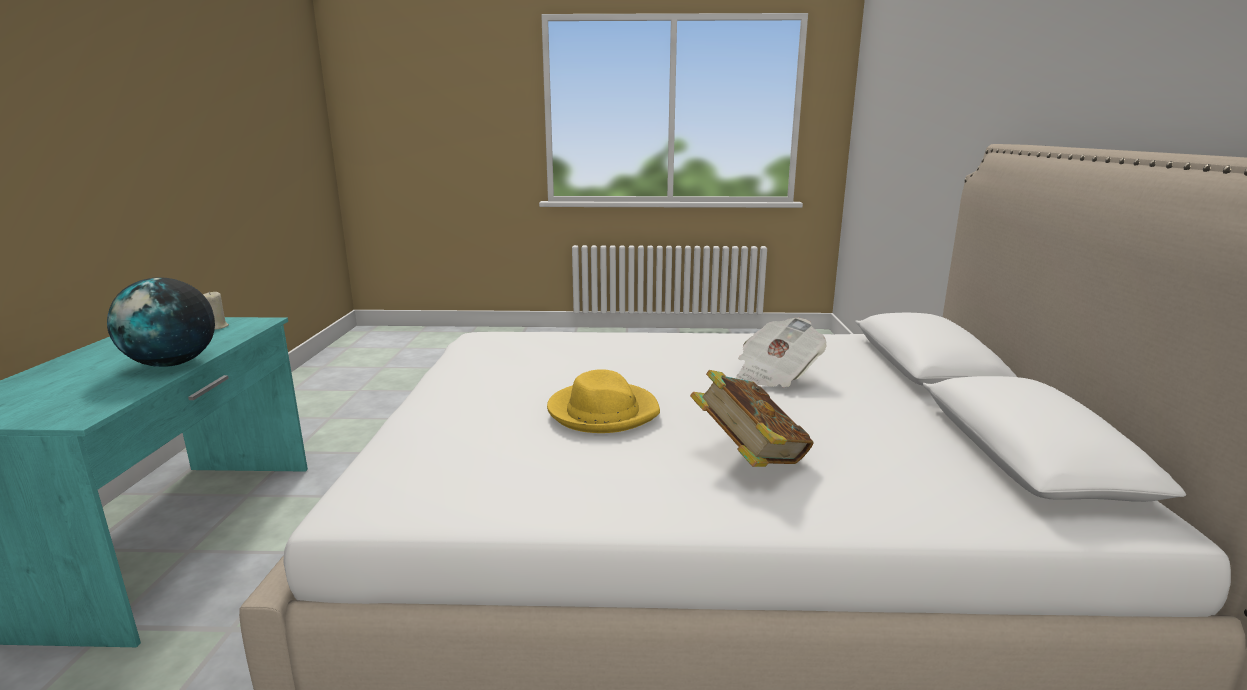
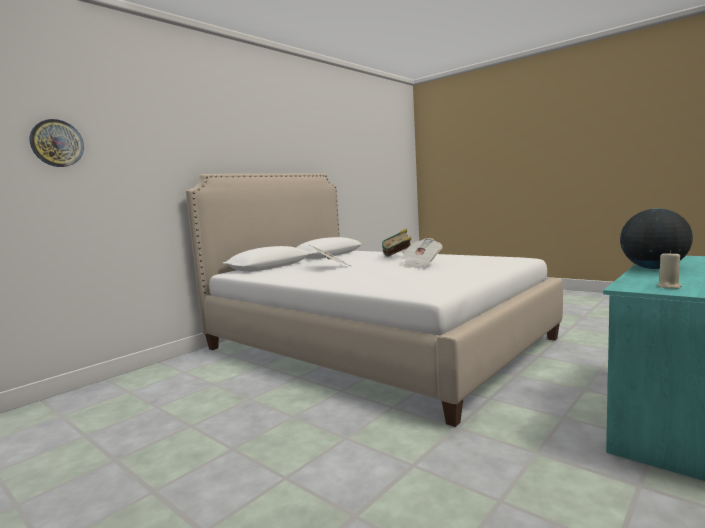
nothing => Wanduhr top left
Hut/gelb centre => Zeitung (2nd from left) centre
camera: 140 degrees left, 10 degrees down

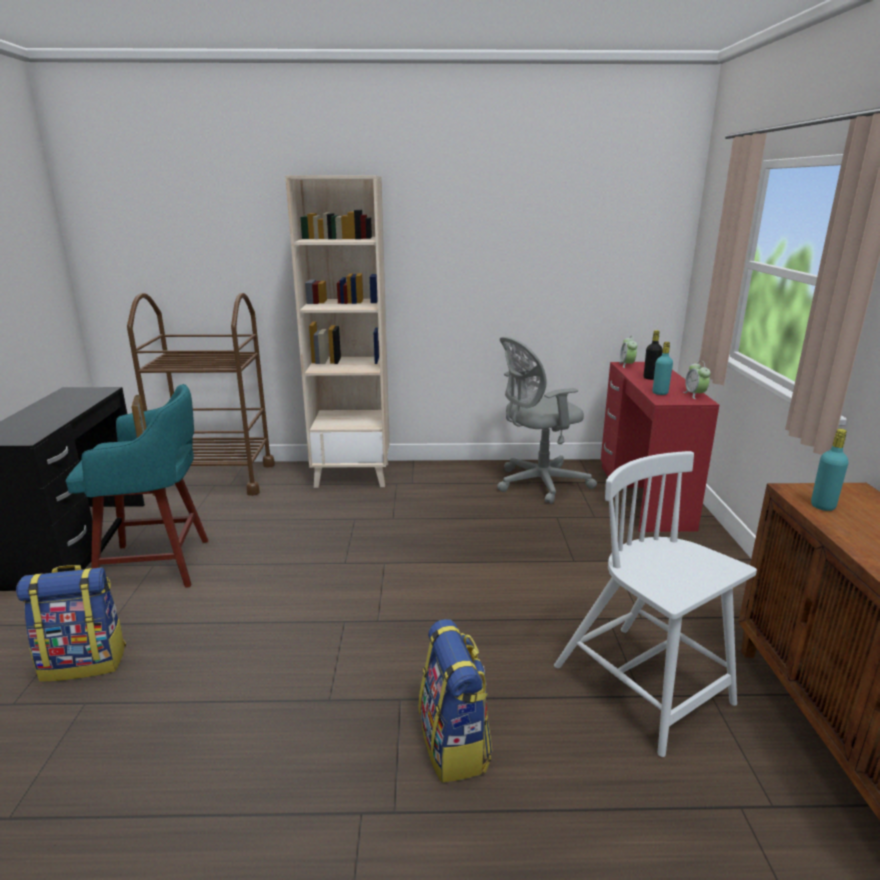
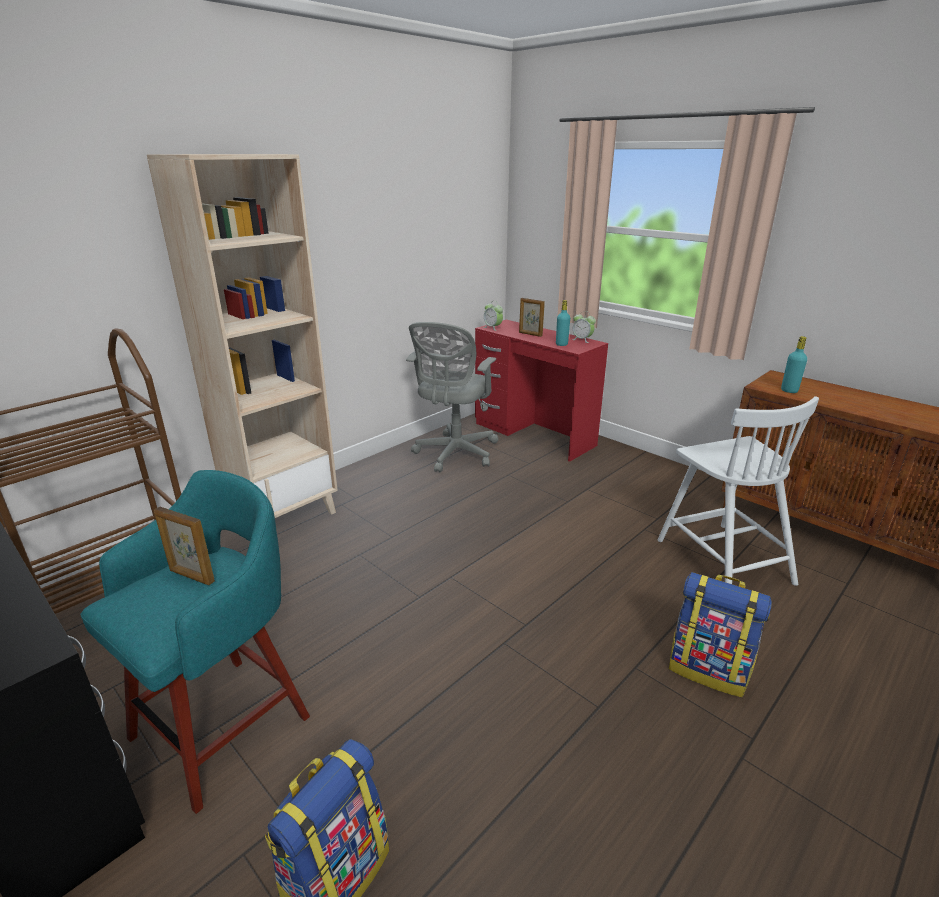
Flasche/schwarz middle right => Bilderrahmen (2nd from left) centre
Stuhl/weiß bottom right => Stuhl/weiß middle right, 120 degrees counterclockwise
camera: 45 degrees left, 5 degrees up

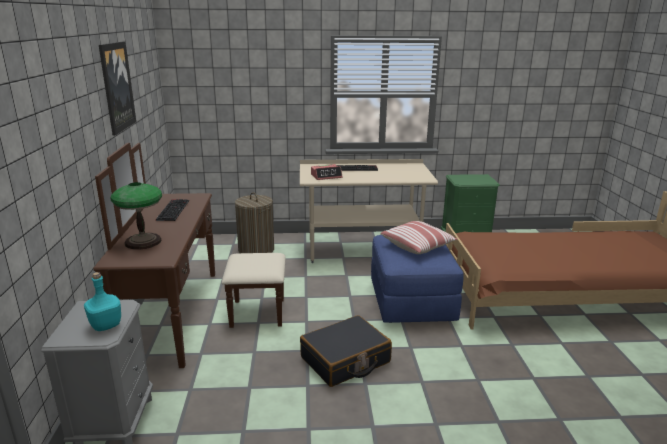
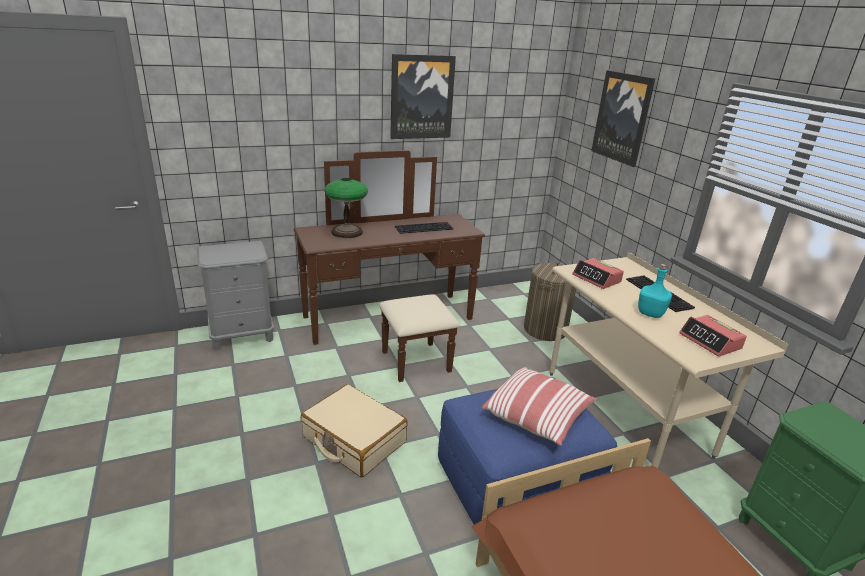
nothing => Bild (2nd from left) top right
nothing => Wecker (2nd from left) middle right
Flasche/türkis bottom left => Flasche/türkis middle right, moved
Koffer/schwarz bottom centre => Koffer/beige bottom centre
camera: 70 degrees right, 5 degrees up

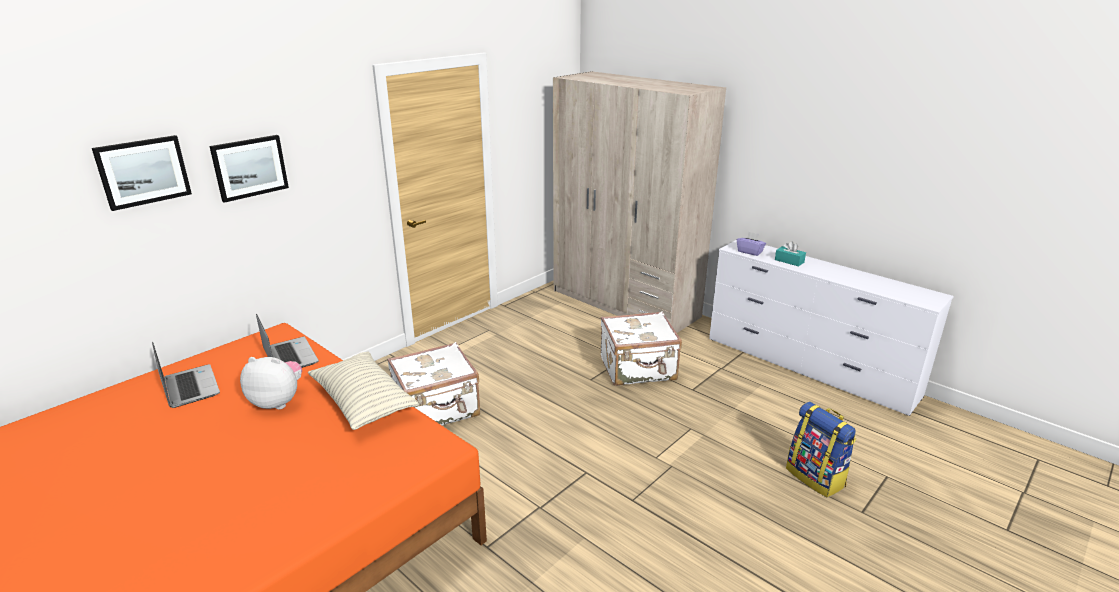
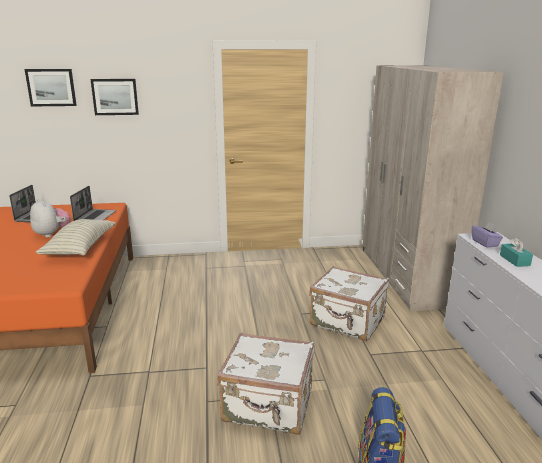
Koffer/weiß (1st from left) centre => Koffer/weiß (1st from left) bottom centre, moved
camera: 40 degrees right, 5 degrees down

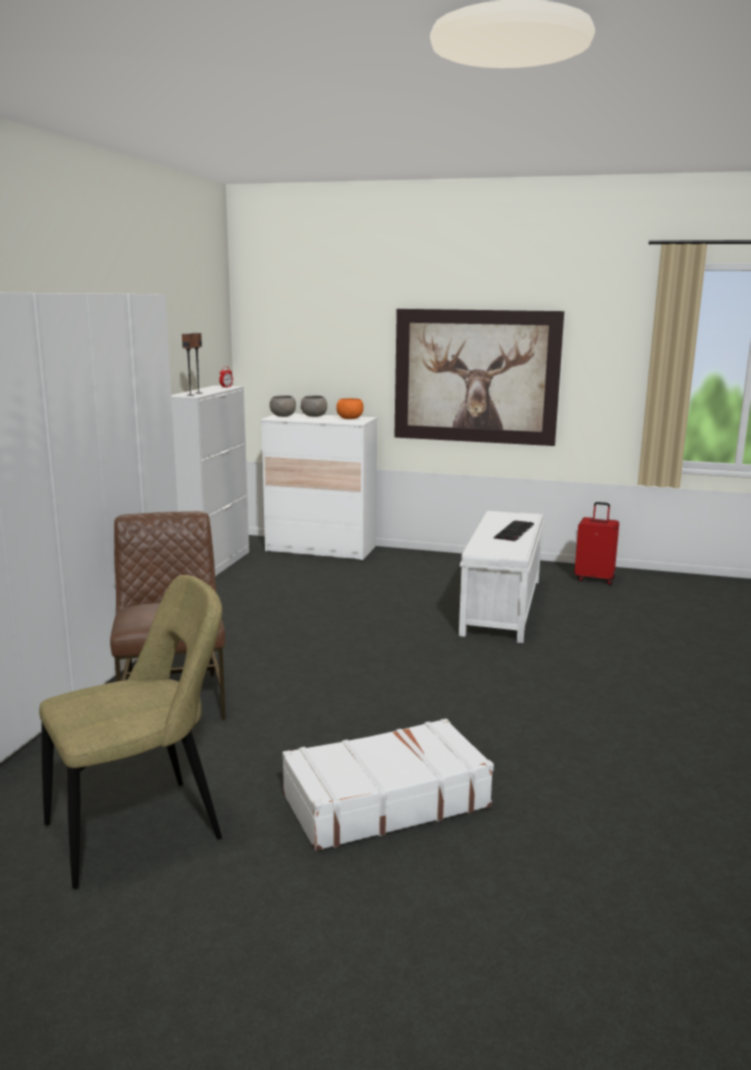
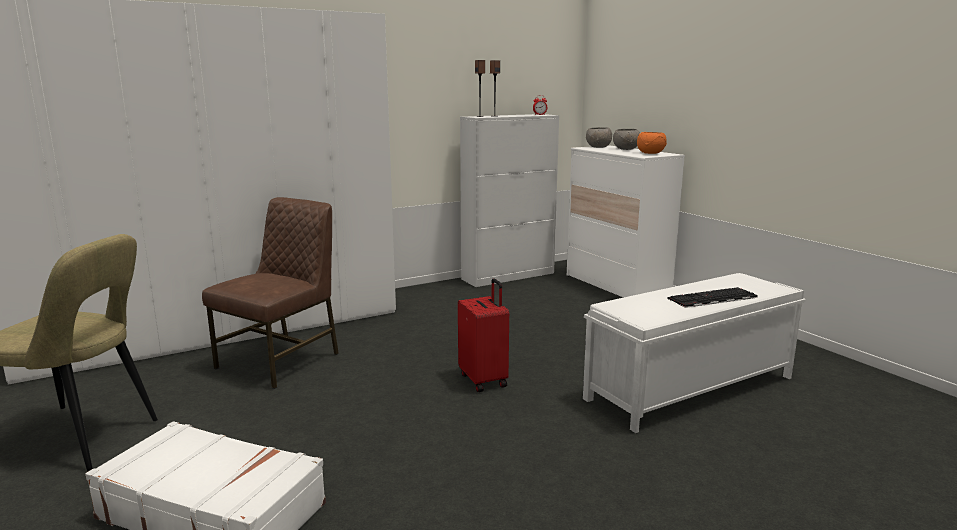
Bild centre => nothing
Koffer/rot middle right => Koffer/rot centre, moved
camera: 45 degrees right, 0 degrees up

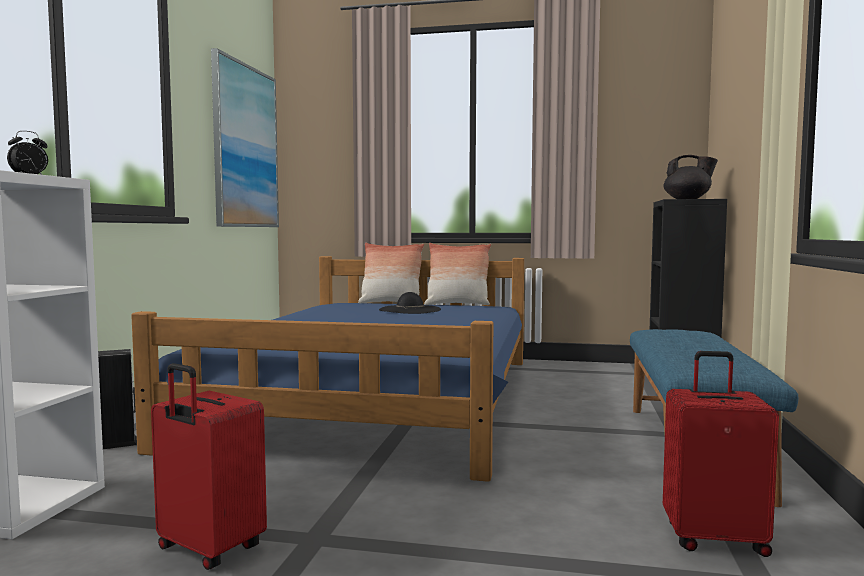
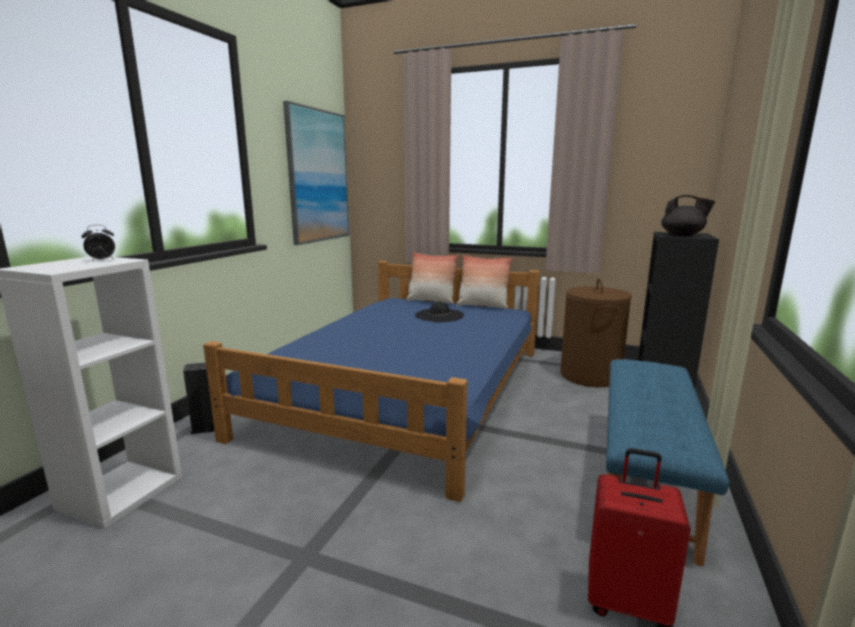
Koffer/rot (1st from left) bottom left => nothing
nothing => Wäschekorb/braun middle right
camera: 10 degrees right, 10 degrees up

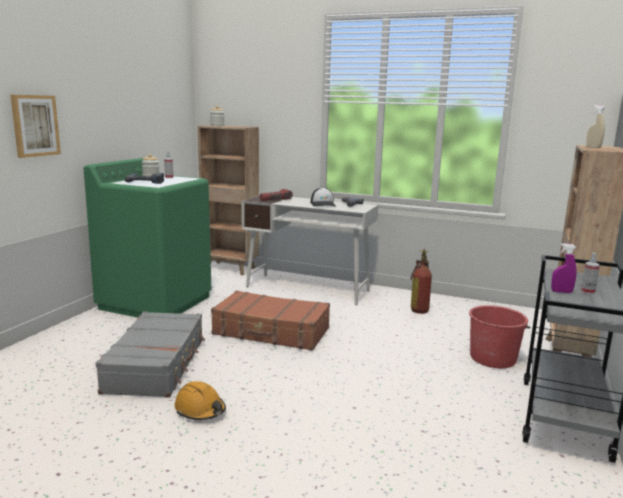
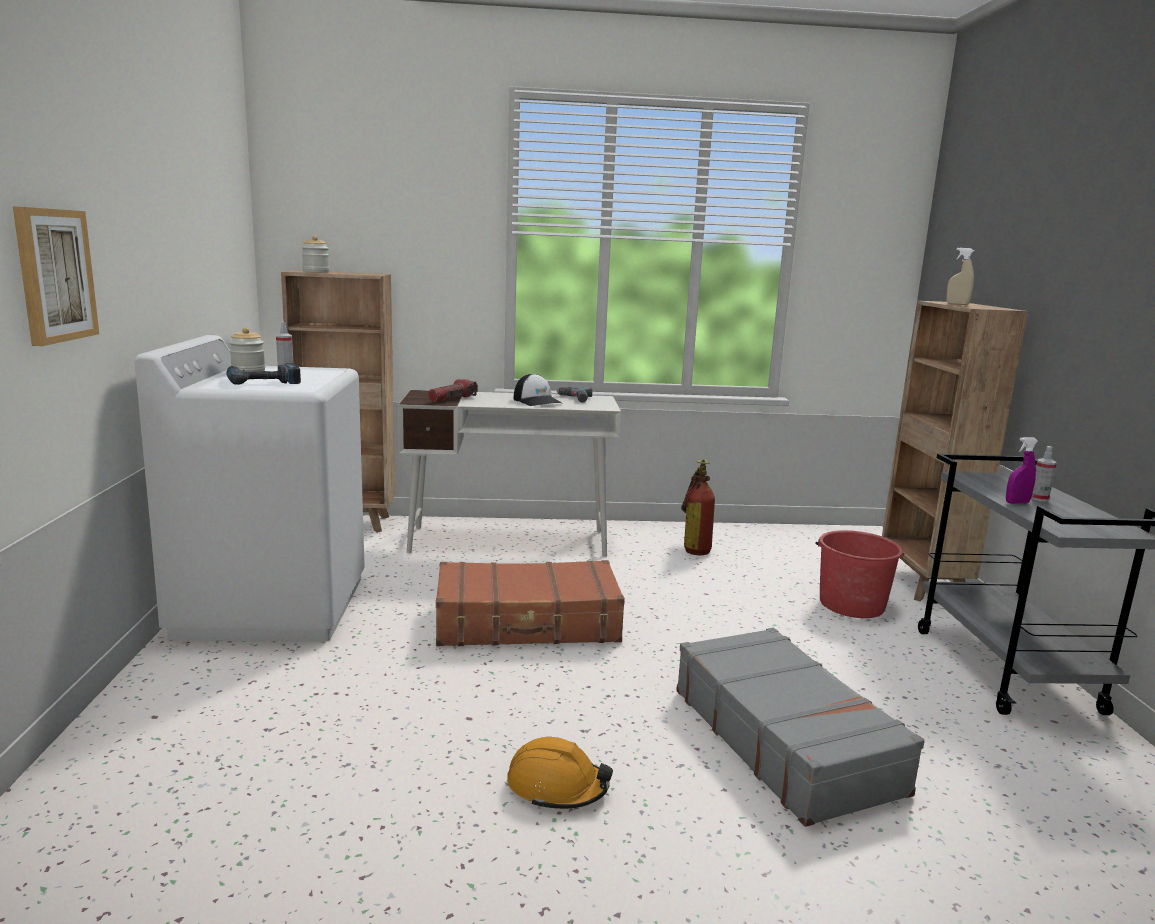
Koffer/grau bottom left => Koffer/grau bottom right, moved
Waschmaschine/grün middle left => Waschmaschine/weiß middle left
camera: 25 degrees left, 0 degrees up

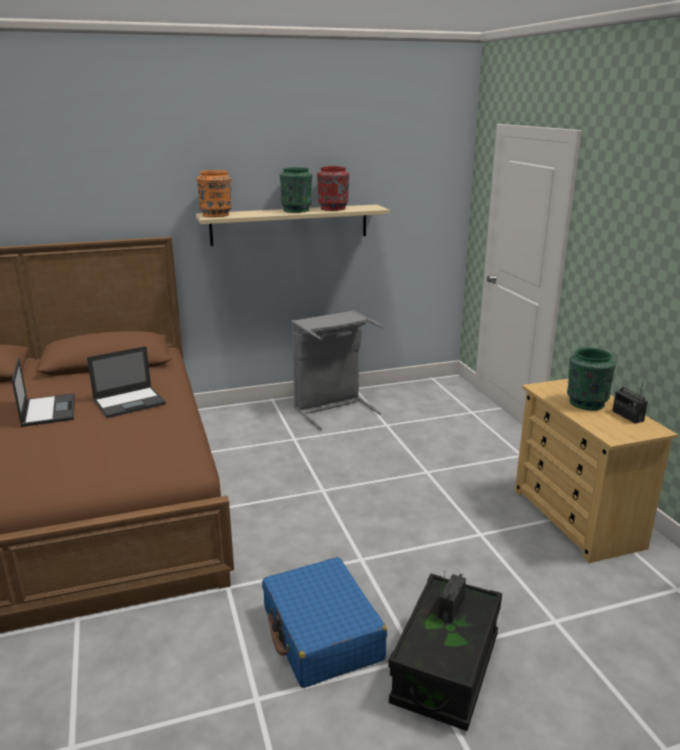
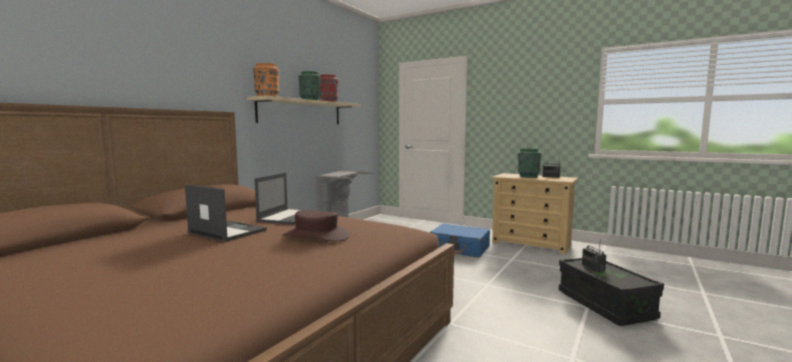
nothing => Hut/braun centre
Koffer/blau bottom centre => Koffer/blau centre, moved
camera: 40 degrees left, 15 degrees down

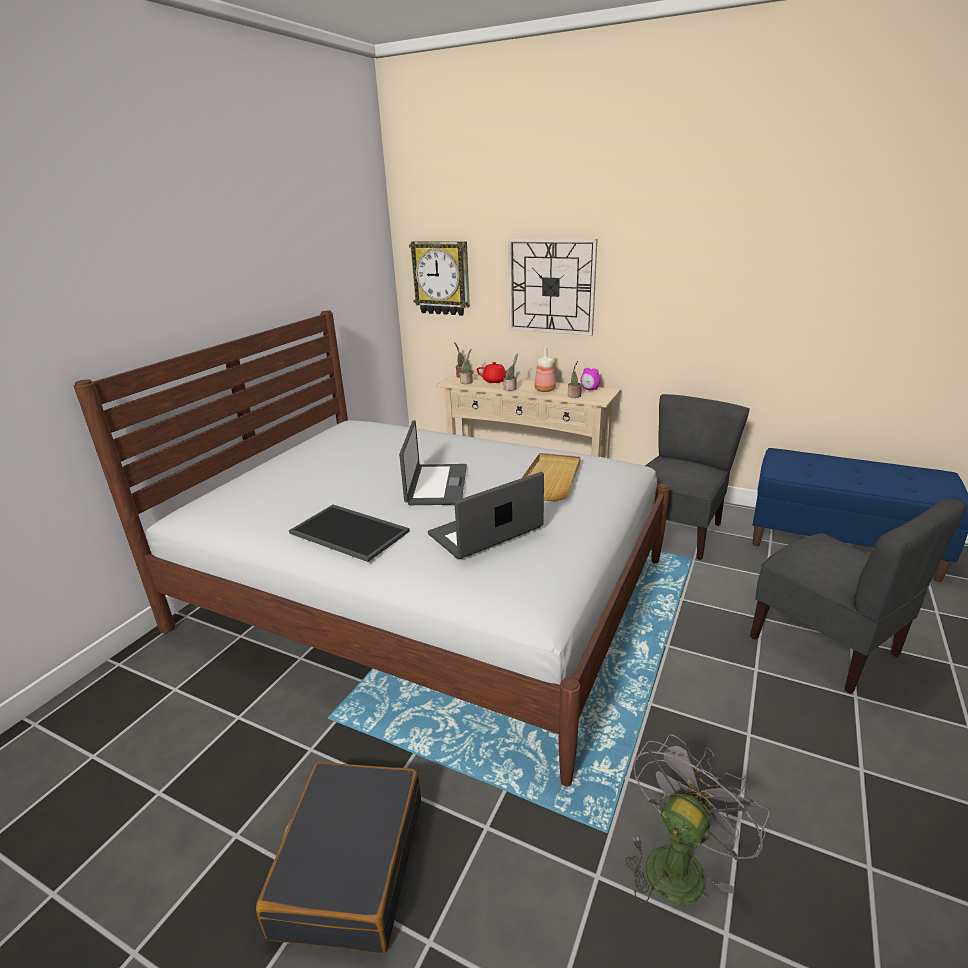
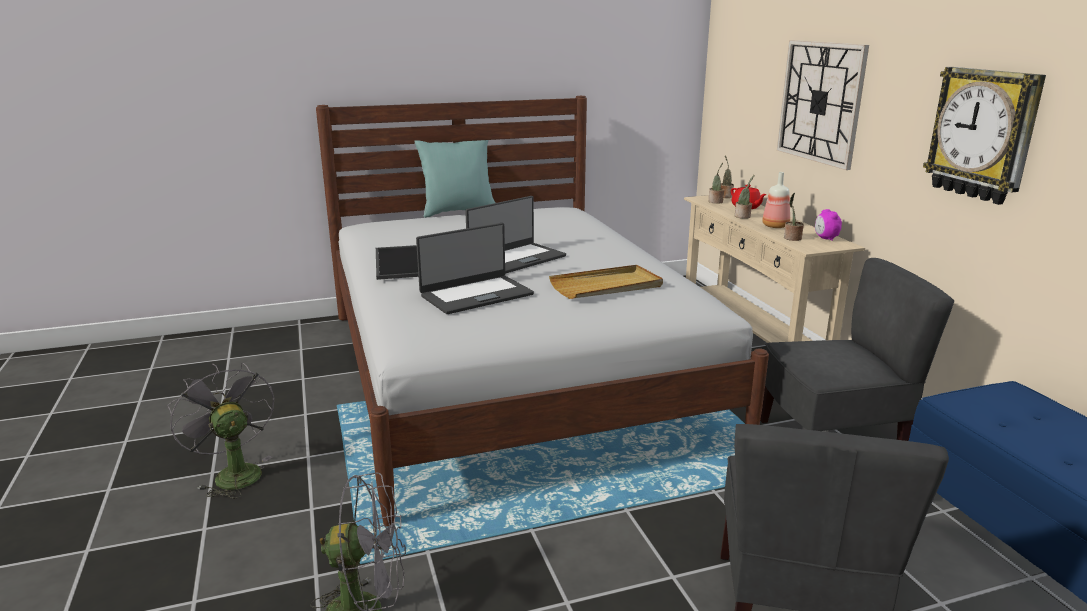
nothing => Kissen/türkis top centre
Wanduhr (1st from left in the first image) top centre => Wanduhr (2nd from left) top right, moved
Koffer/schwarz bottom centre => Ventilator/grau (1st from left) bottom left
Laptop (2nd from left in the first image) centre => Laptop (1st from left) centre, 135 degrees clockwise
camera: 45 degrees right, 5 degrees down

